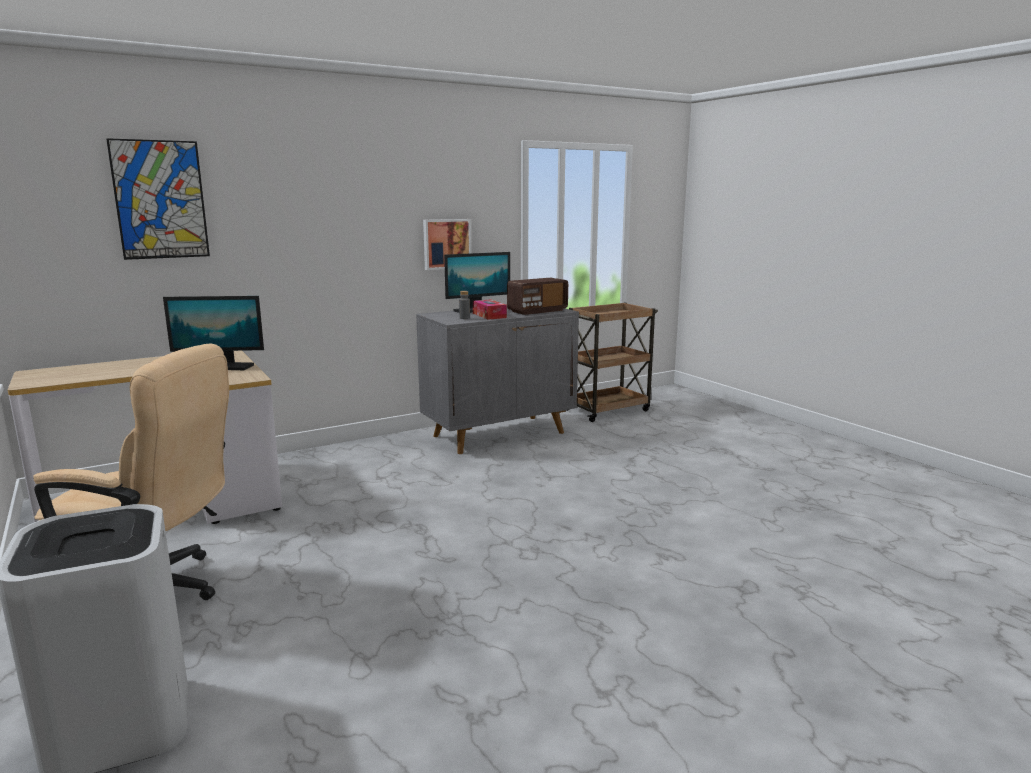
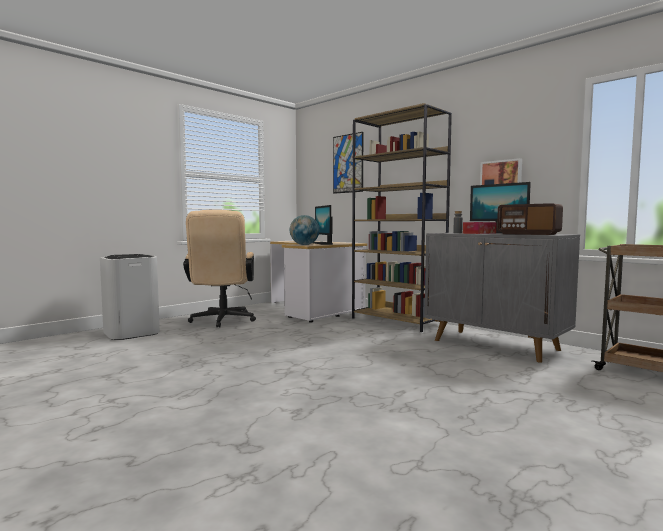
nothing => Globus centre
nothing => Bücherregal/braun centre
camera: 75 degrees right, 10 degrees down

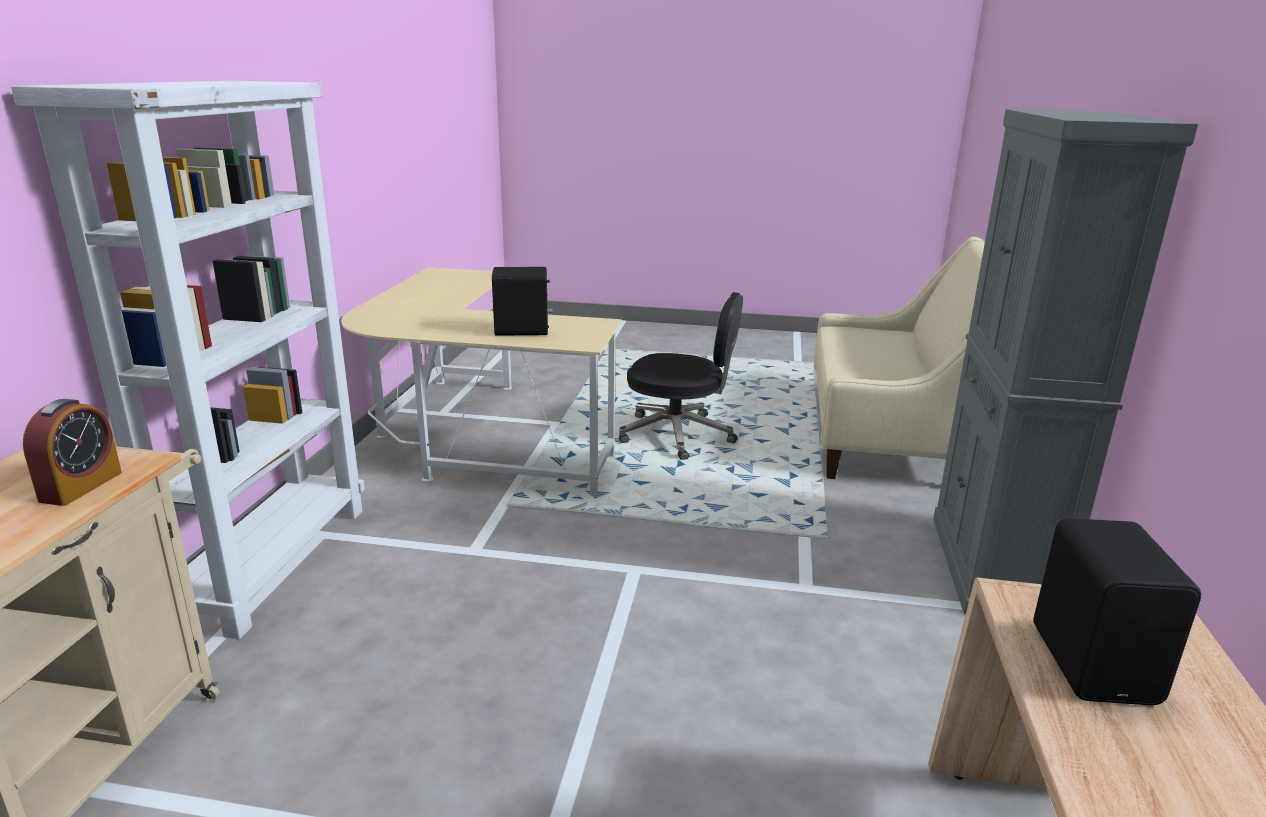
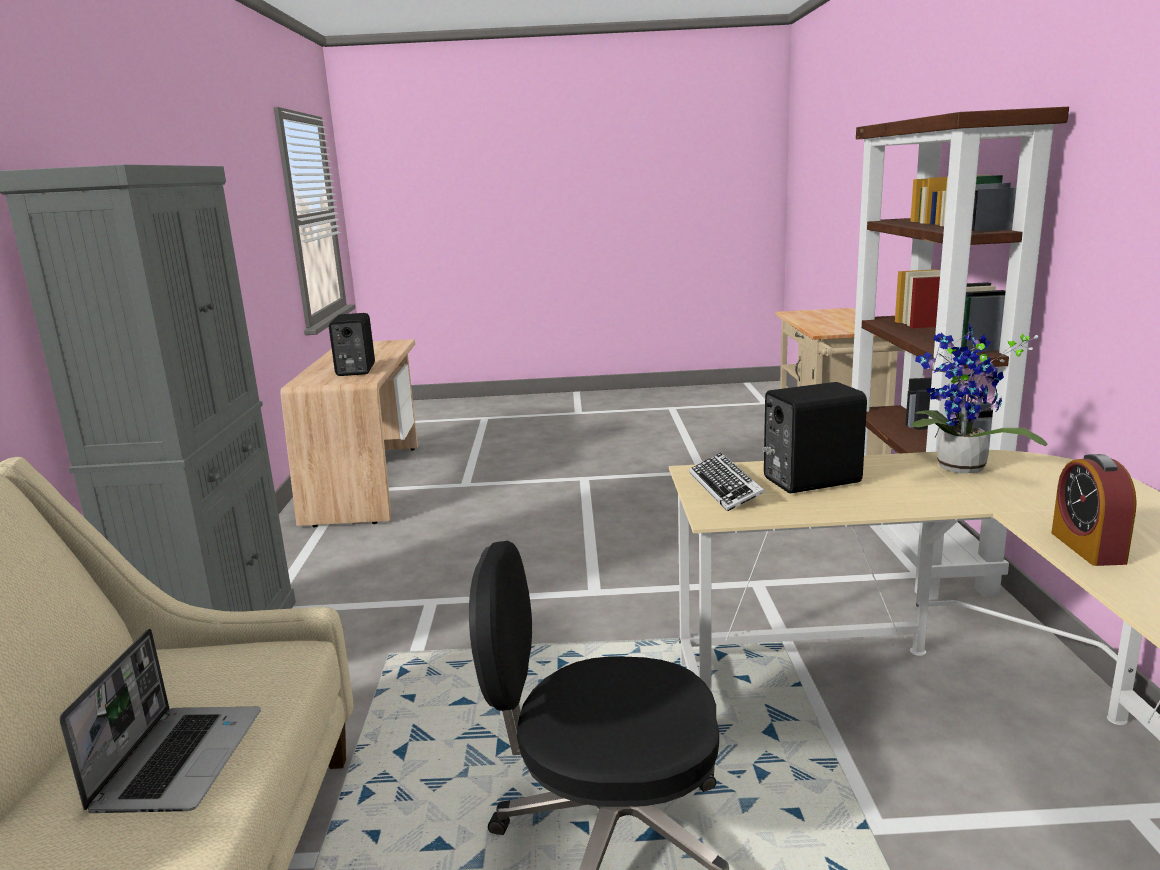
nothing => Laptop bottom left
nothing => Tastatur centre
nothing => Topfpflanze middle right
Wecker middle left => Wecker middle right, moved
Bücherregal/weiß middle left => Bücherregal/braun middle right
camera: 170 degrees right, 5 degrees down

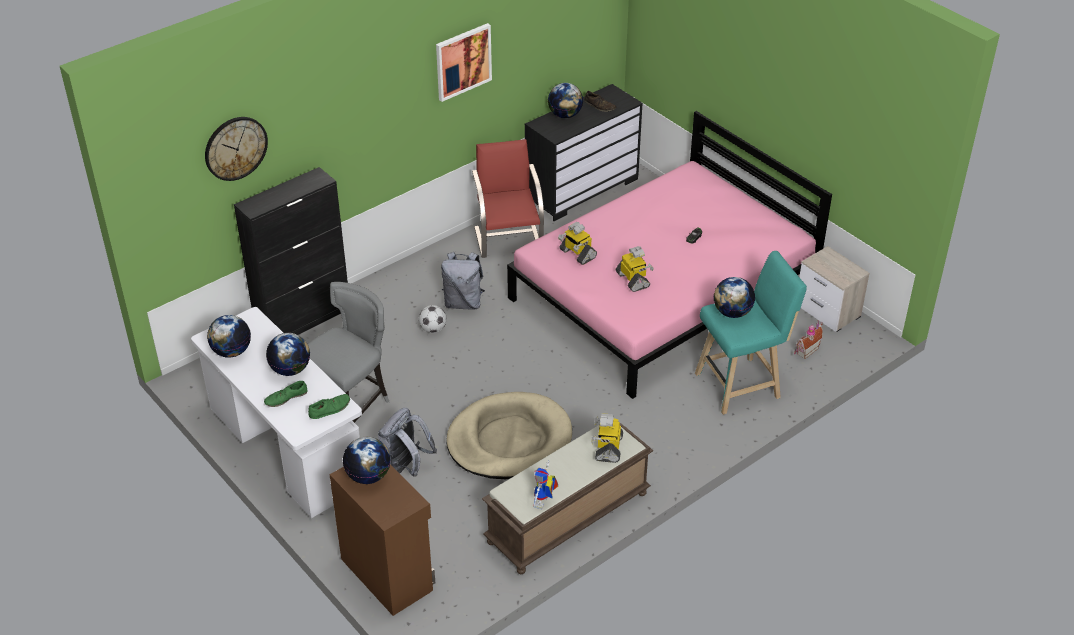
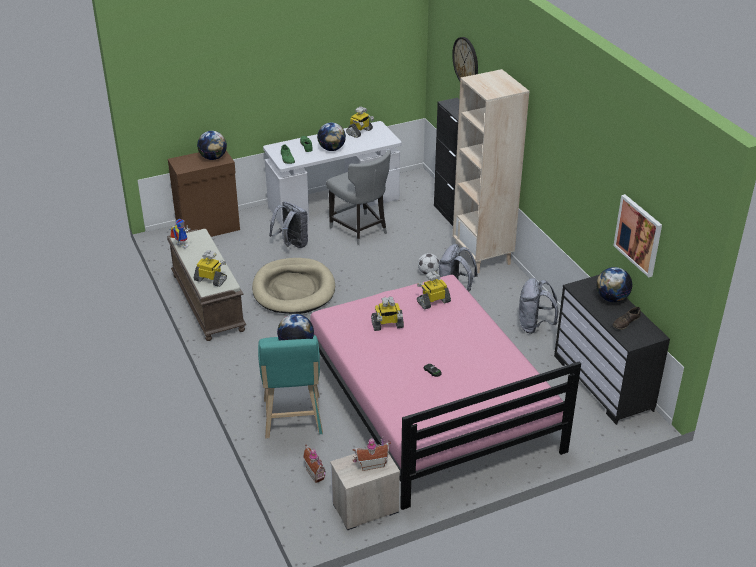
nothing => Spielzeughaus (2nd from left) bottom centre
nothing => Bücherregal/beige top centre
Bild top centre => Bild middle right, moved
Globus (1st from left) middle left => Spielzeugroboter (3rd from left) top centre
Stuhl/rot top centre => Rucksack/grau (3rd from left) middle right
camera: 105 degrees right, 5 degrees down

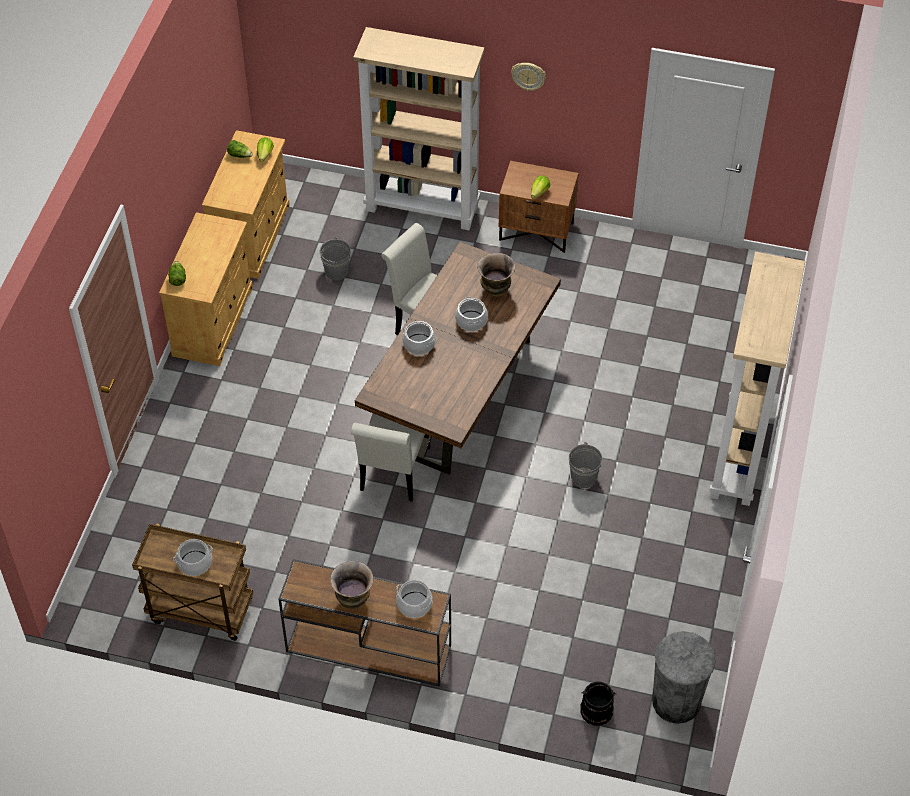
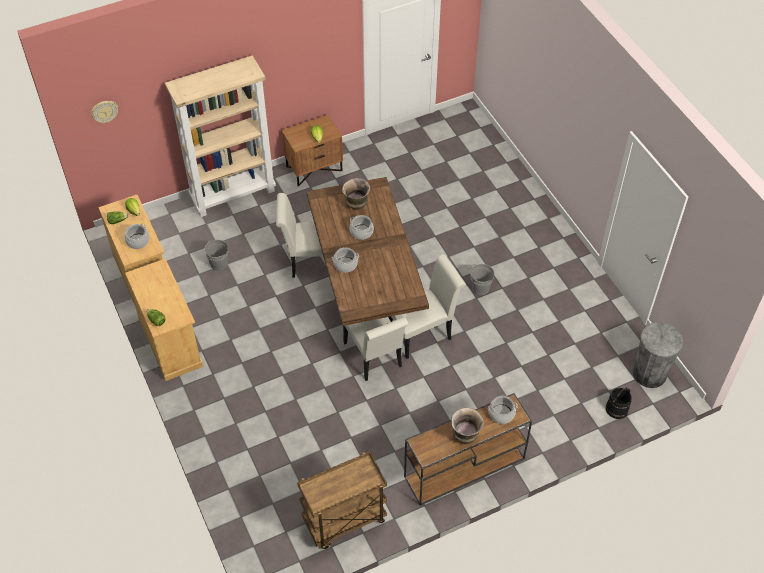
Bücherregal/beige (2nd from left) middle right => nothing
nothing => Stuhl/weiß (3rd from left) centre
Kochtopf (1st from left) bottom left => Kochtopf (1st from left) middle left, moved
Wanduhr top centre => Wanduhr top left, moved
camera: 40 degrees left, 0 degrees up

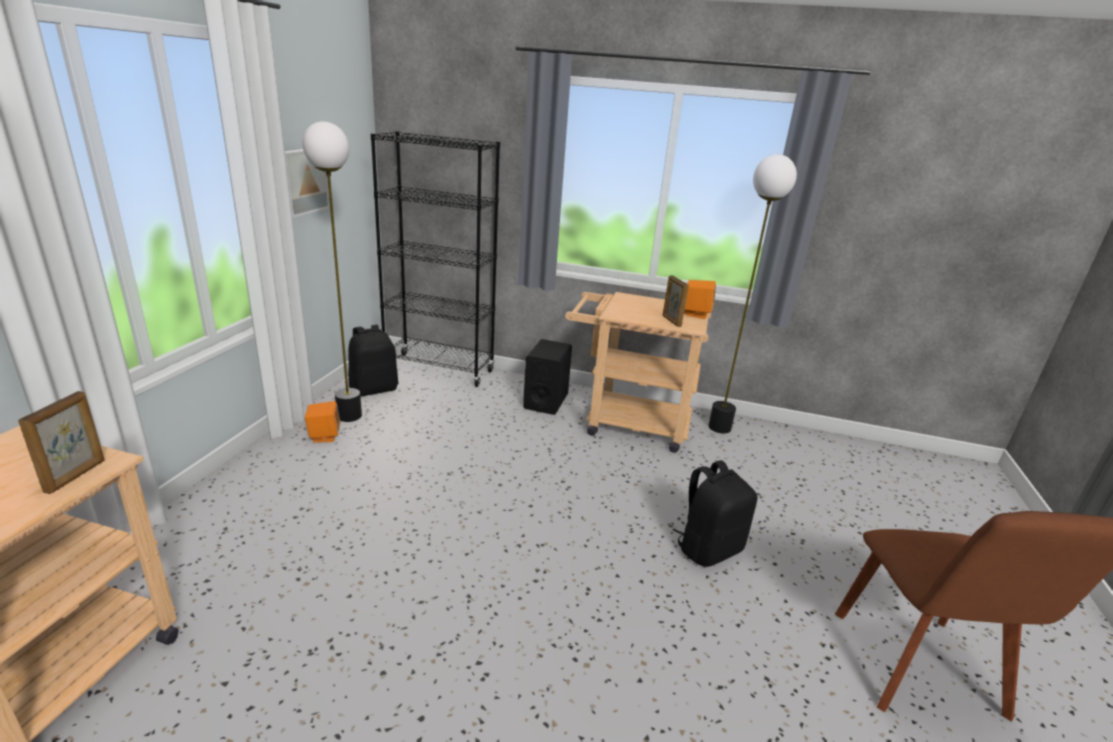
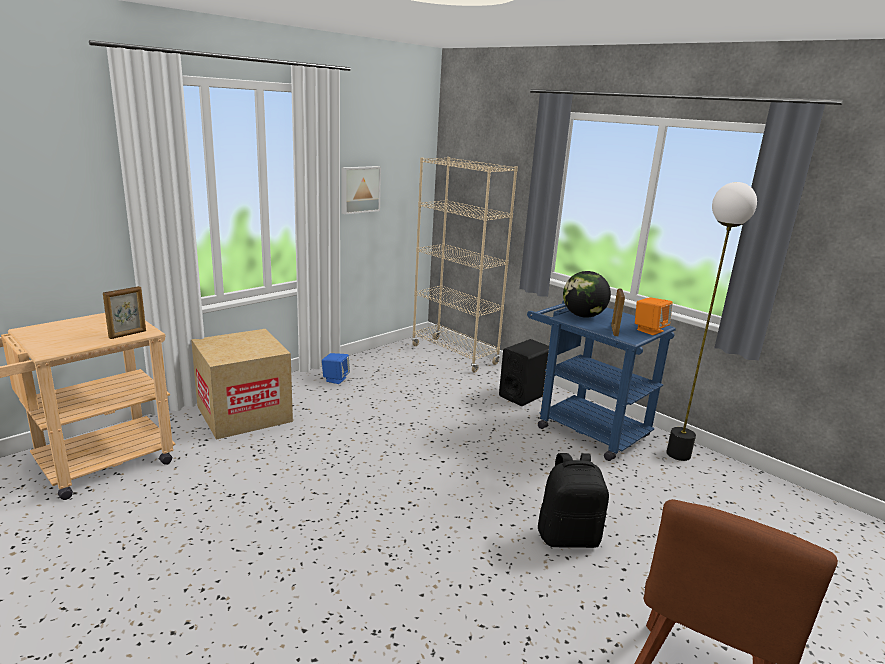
Stehlampe (1st from left) middle left => nothing
Rucksack/schwarz (1st from left) centre => nothing
nothing => Karton middle left
nothing => Globus centre
Lautsprecher/orange (1st from left) middle left => Lautsprecher/blau centre
Bücherregal/schwarz centre => Bücherregal/beige centre
Rollwagen/beige (2nd from left) centre => Rollwagen/blau middle right
camera: 30 degrees right, 5 degrees down

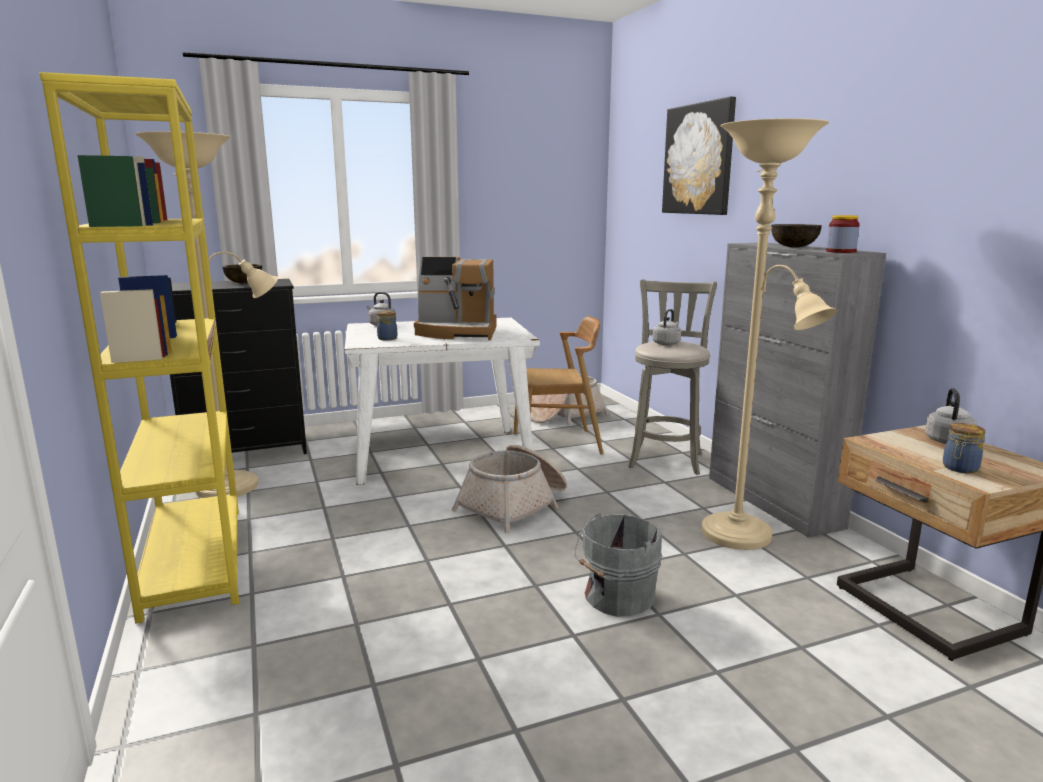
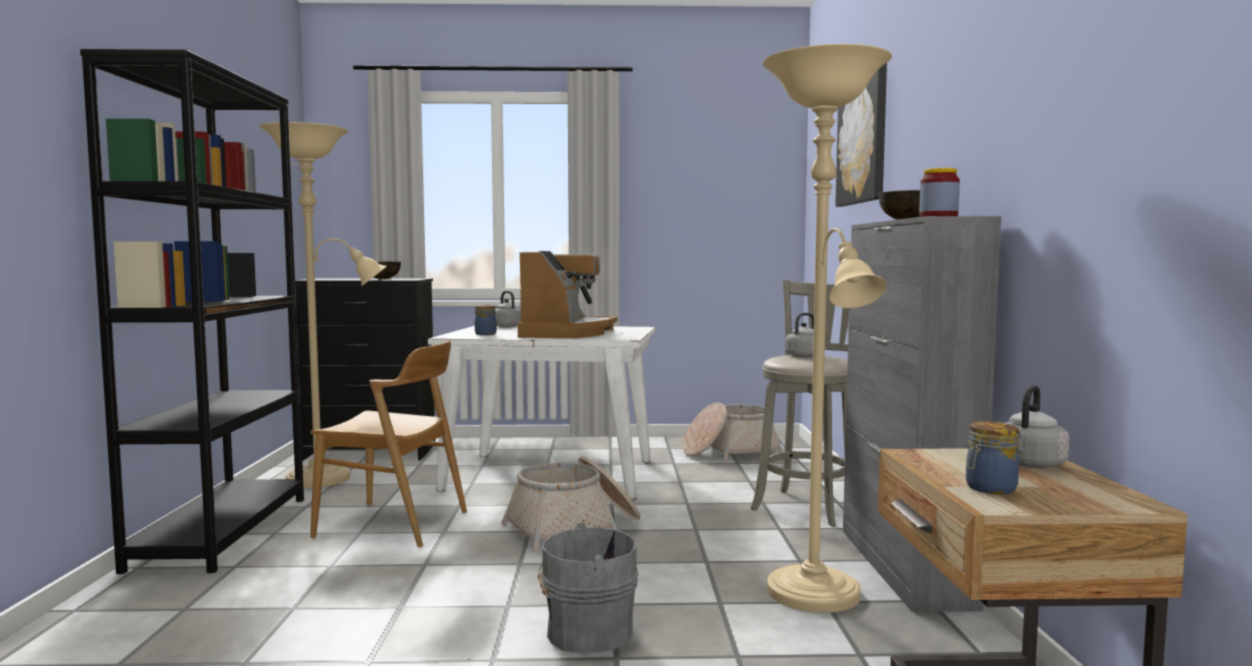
Stuhl/braun centre => Stuhl/braun bottom left, moved
Bücherregal/gelb middle left => Bücherregal/schwarz middle left
Kaffeemaschine centre, 105 degrees counterclockwise
camera: 20 degrees right, 10 degrees down

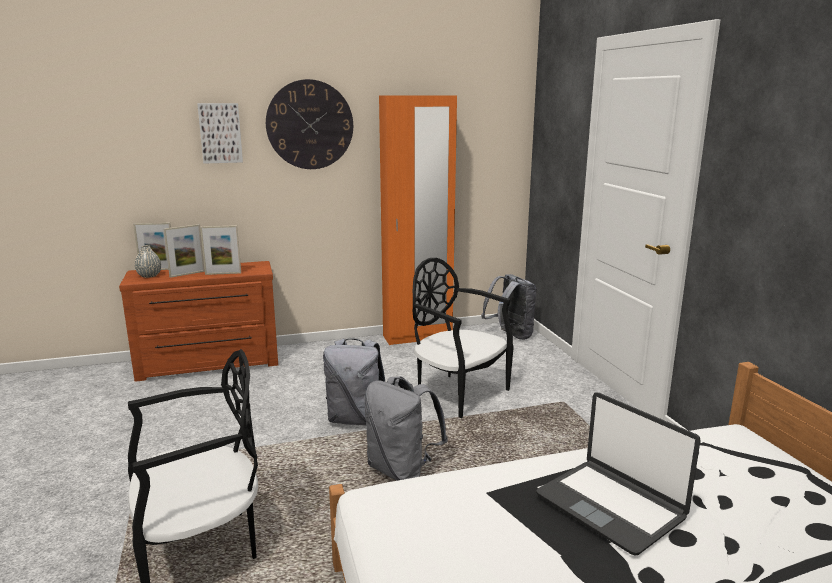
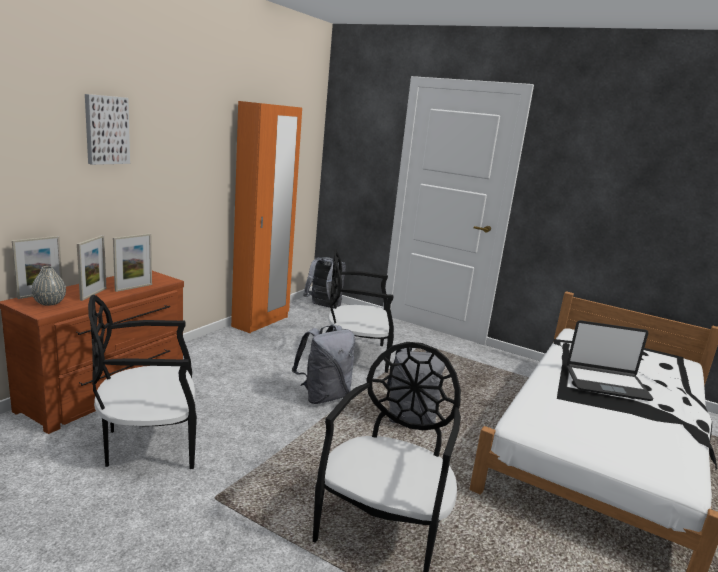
Wanduhr top centre => nothing
nothing => Stuhl/schwarz (1st from left) bottom left
camera: 45 degrees left, 0 degrees up

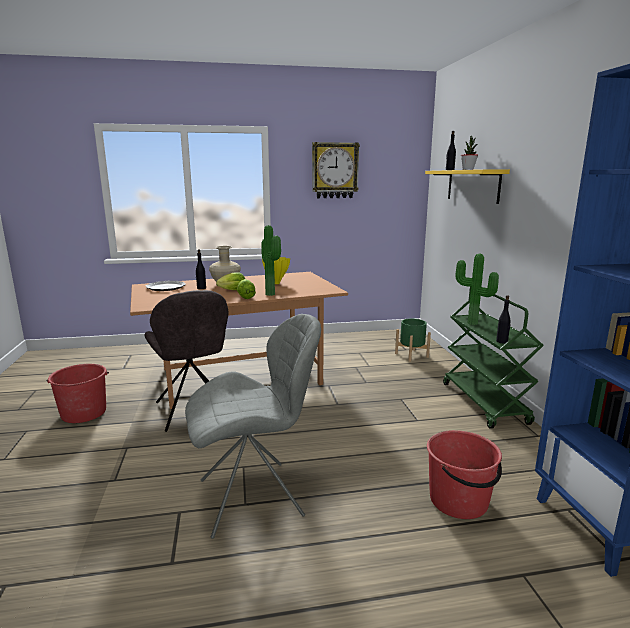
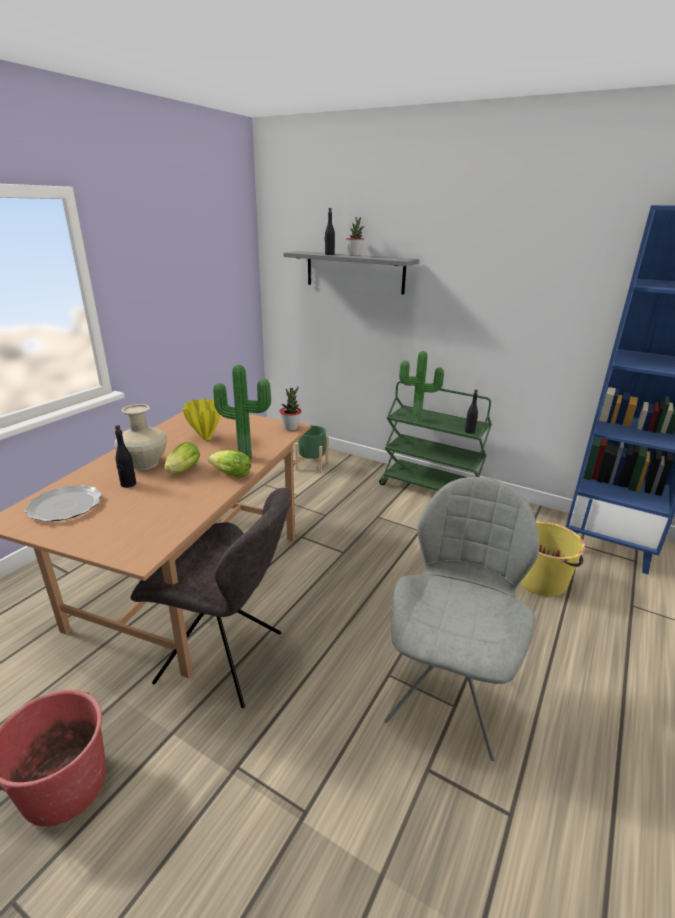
Wanduhr top centre => nothing
nothing => Topfpflanze (2nd from left) centre
Wandregal/gelb top right => Wandregal/grau top centre
Eimer/rot (2nd from left) bottom right => Eimer/gelb middle right
camera: 50 degrees left, 10 degrees up

